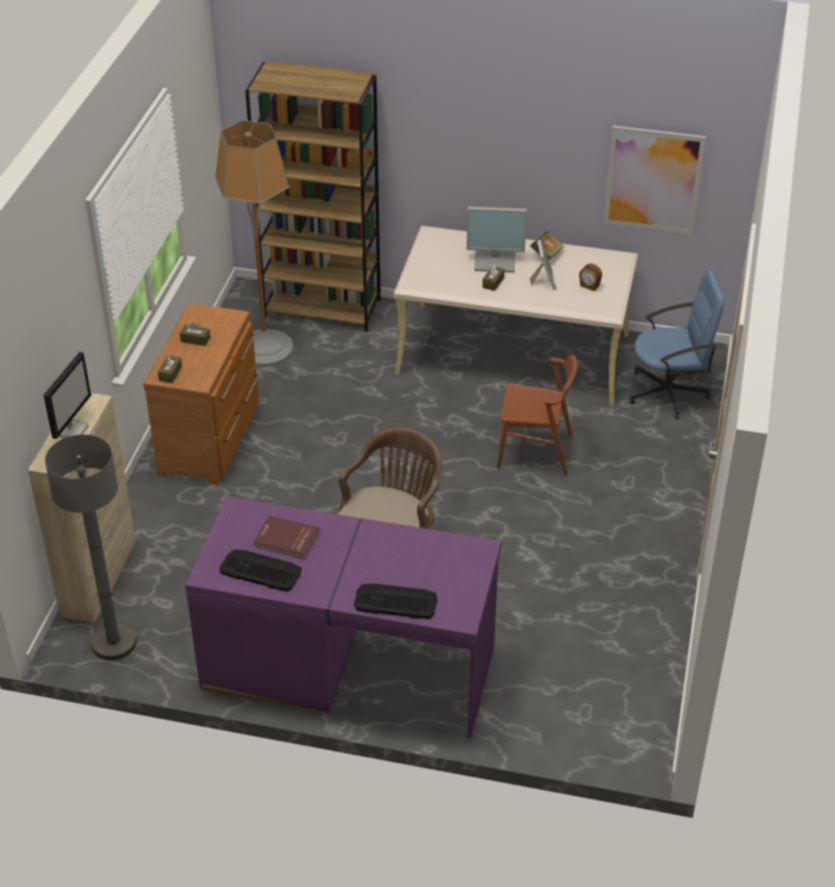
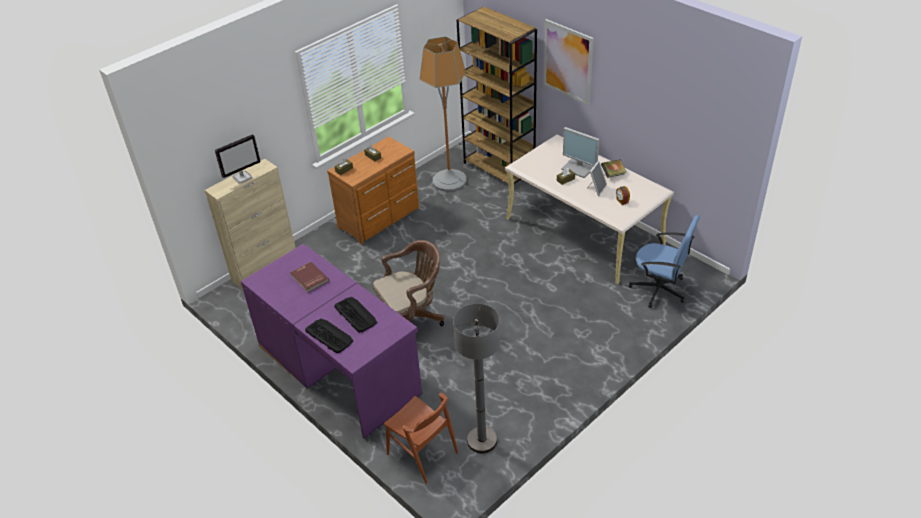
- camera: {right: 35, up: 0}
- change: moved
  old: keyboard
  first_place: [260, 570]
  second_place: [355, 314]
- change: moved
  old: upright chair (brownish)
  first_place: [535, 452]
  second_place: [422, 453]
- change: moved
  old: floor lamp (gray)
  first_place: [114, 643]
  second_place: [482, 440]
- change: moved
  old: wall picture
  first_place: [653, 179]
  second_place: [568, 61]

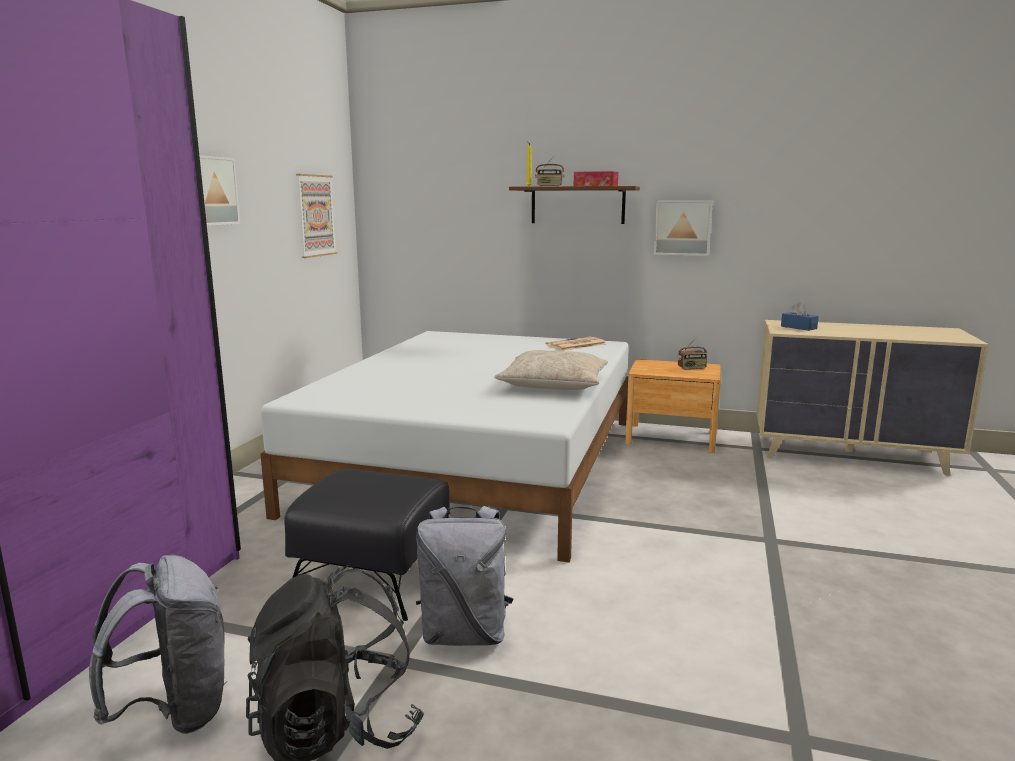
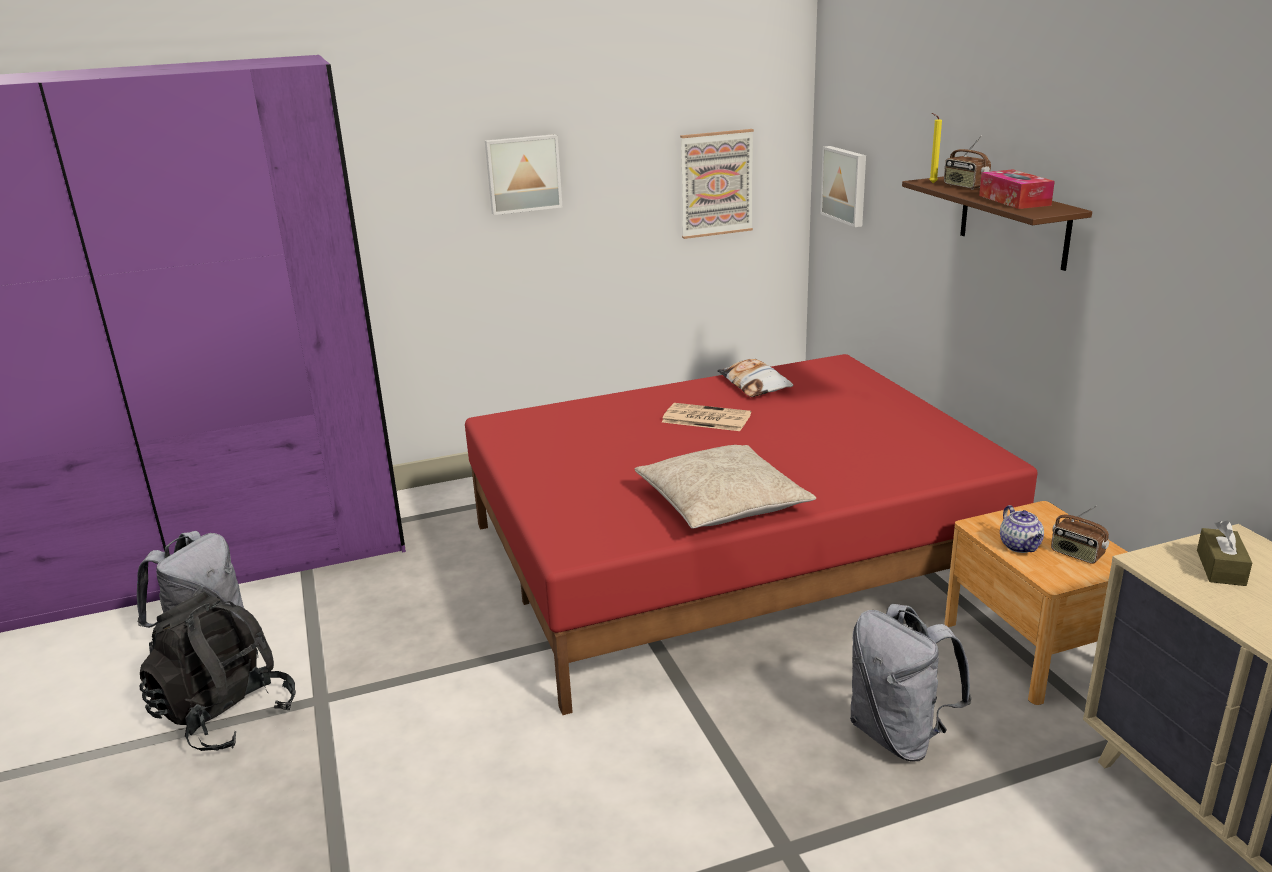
- camera: {right: 55, up: 10}
- change: recoloured
  old: sleeping bed (white)
  new: sleeping bed (red)
  first_place: [479, 463]
  second_place: [730, 557]
- change: moved
  old: printed paper
  first_place: [575, 345]
  second_place: [705, 418]
- change: added
  new: throw pillow
  second_place: [754, 384]
- change: moved
  old: wall picture
  first_place: [682, 227]
  second_place: [846, 185]
- change: moved
  old: backpack (gray)
  first_place: [465, 634]
  second_place: [899, 735]
- change: added
  new: teapot
  second_place: [1020, 546]
- change: recoloured
  old: tissue holder (bluish)
  new: tissue holder (brownish)
  first_place: [798, 327]
  second_place: [1220, 568]
- change: removed
  old: pouffe (black)
  first_place: [375, 576]

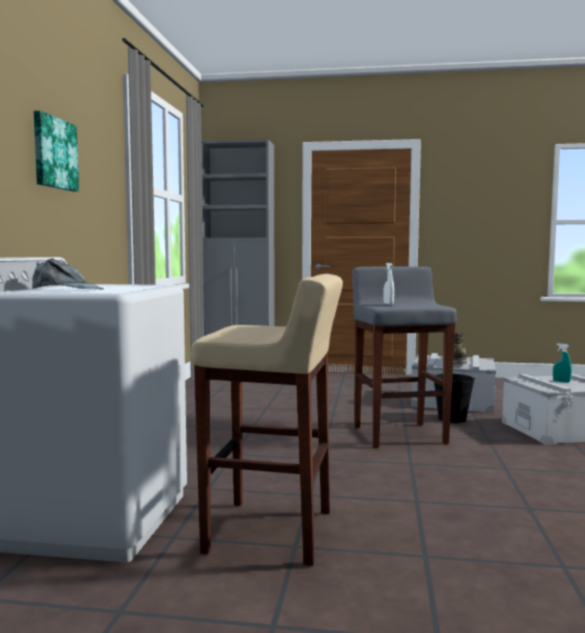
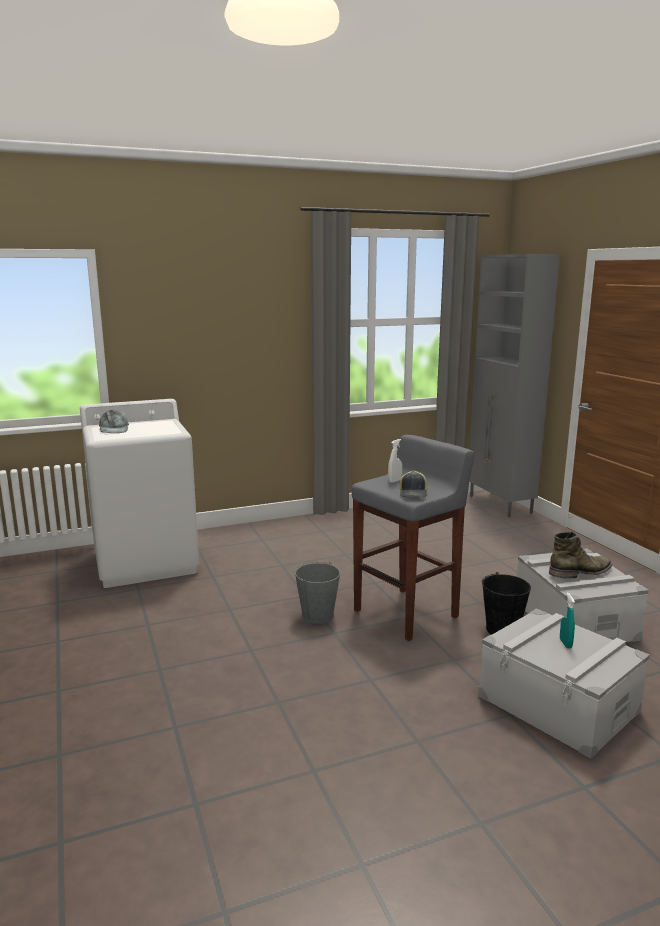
- camera: {right: 60, up: 10}
- change: added
  new: bucket (gray)
  second_place: [318, 616]
- change: added
  new: baseball cap
  second_place: [413, 493]
- change: removed
  old: wall picture
  first_place: [54, 153]
- change: removed
  old: stool (sand-coloured)
  first_place: [272, 532]

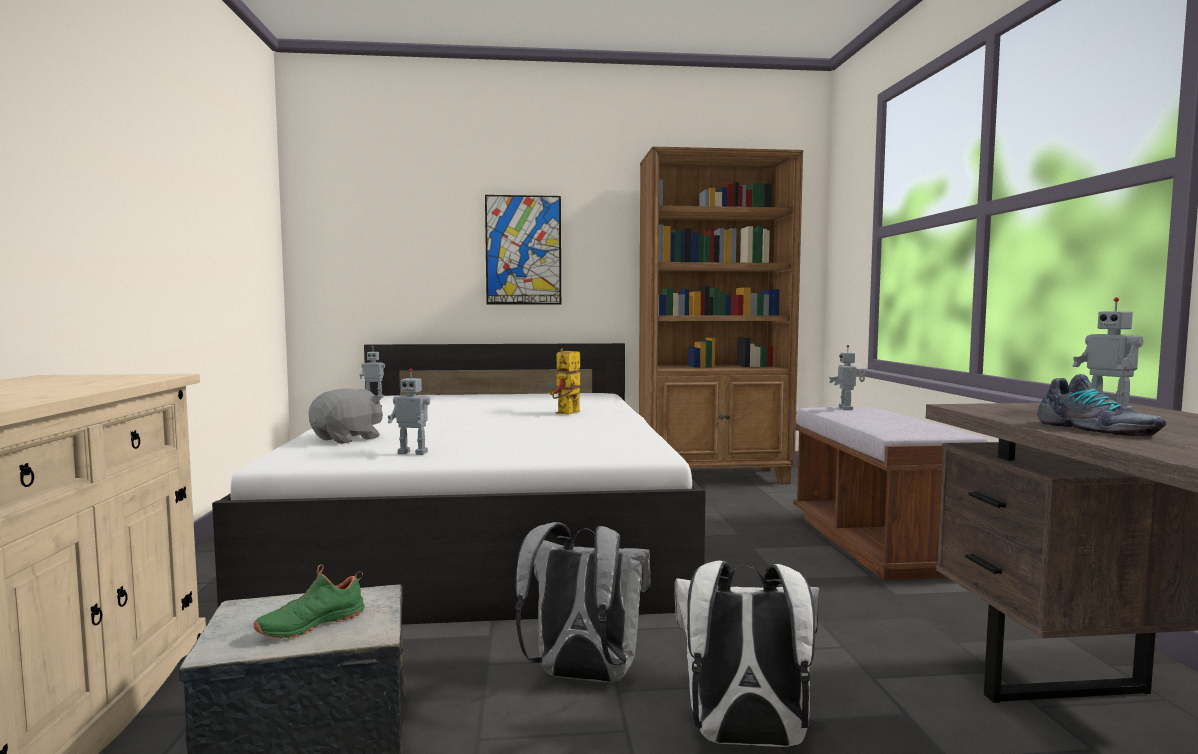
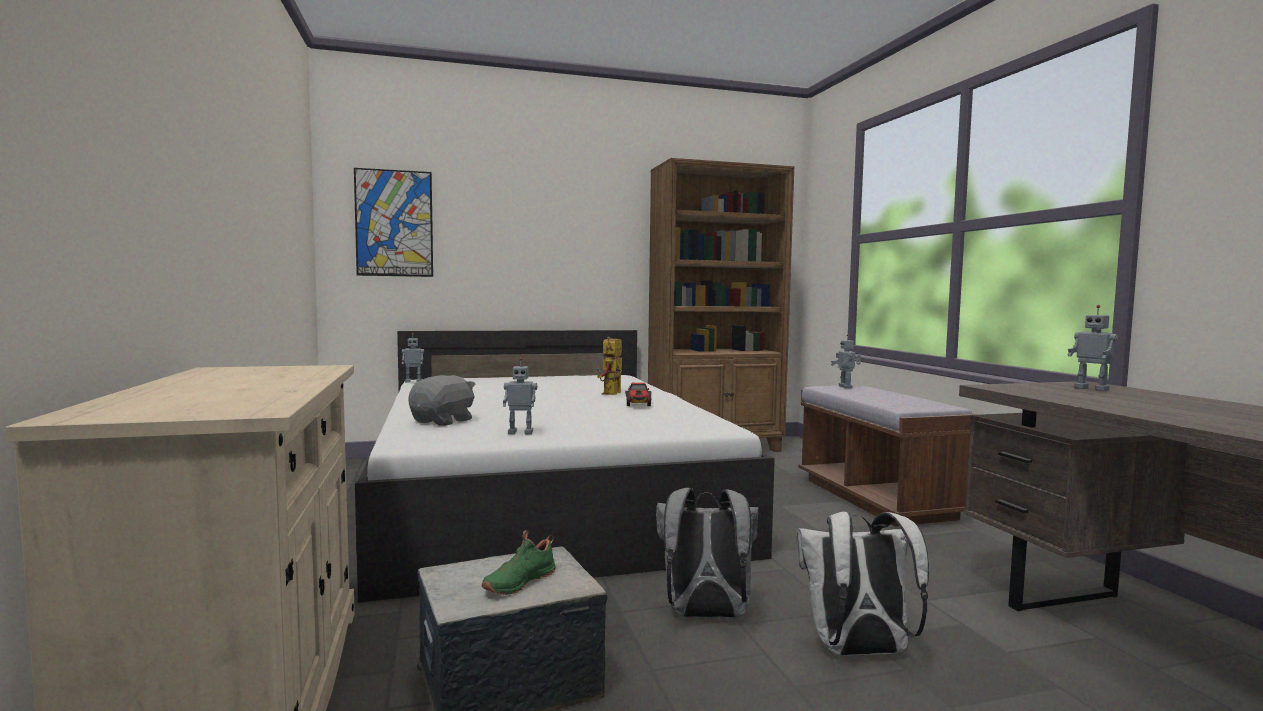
- camera: {right: -10, up: 0}
- change: moved
  old: wall picture
  first_place: [523, 250]
  second_place: [394, 223]
- change: added
  new: miniature car
  second_place: [638, 404]
- change: removed
  old: shoe
  first_place: [1095, 429]

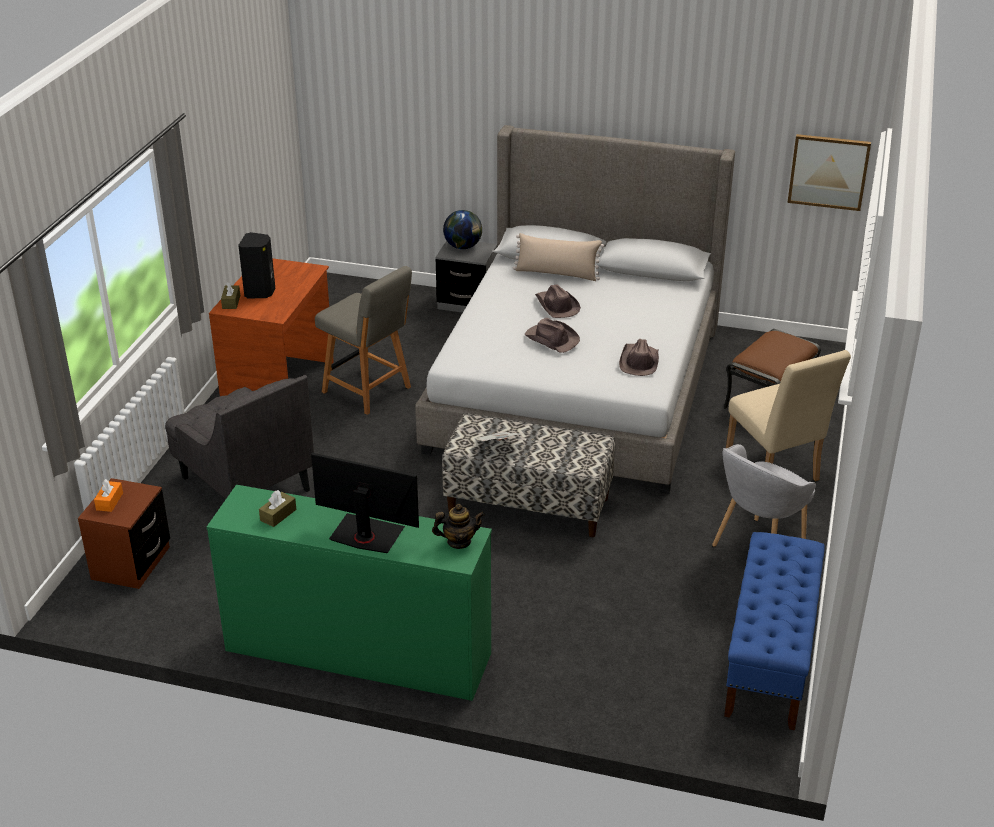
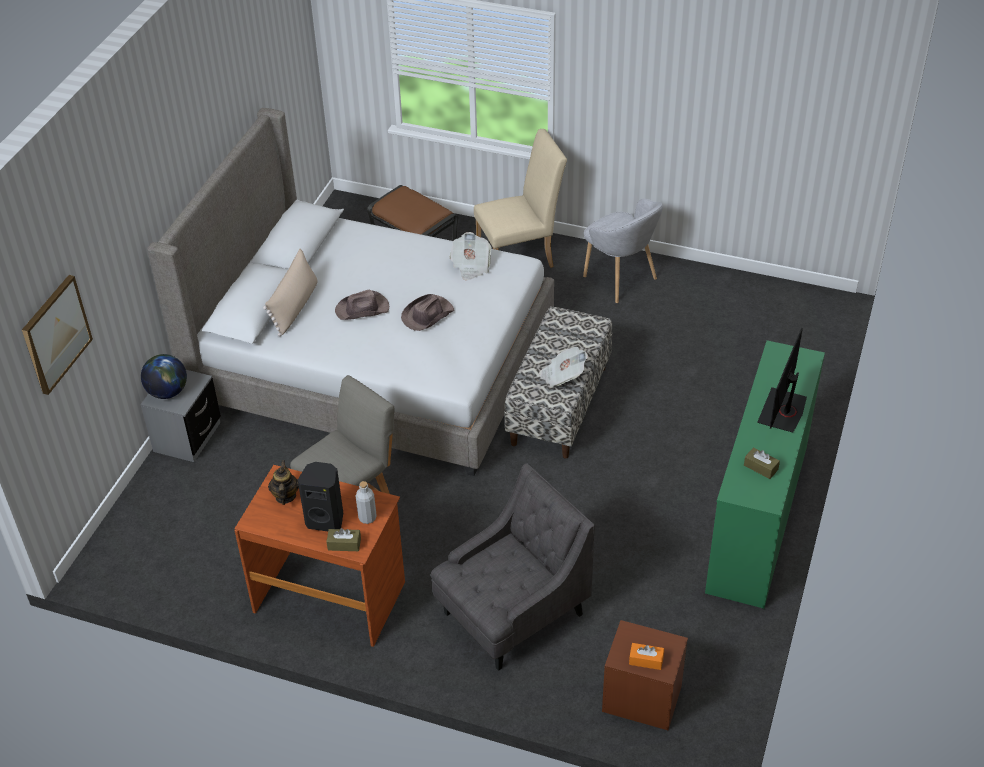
- camera: {right: -85, up: 10}
- change: moved
  old: wall picture
  first_place: [828, 171]
  second_place: [55, 334]
- change: moved
  old: teapot
  first_place: [459, 542]
  second_place: [285, 496]
- change: added
  new: drink bottle (gray)
  second_place: [367, 518]
- change: replaced
  old: hat (brownish)
  new: printed paper
  first_place: [639, 362]
  second_place: [471, 266]
- change: removed
  old: long seat (bluish)
  first_place: [769, 658]

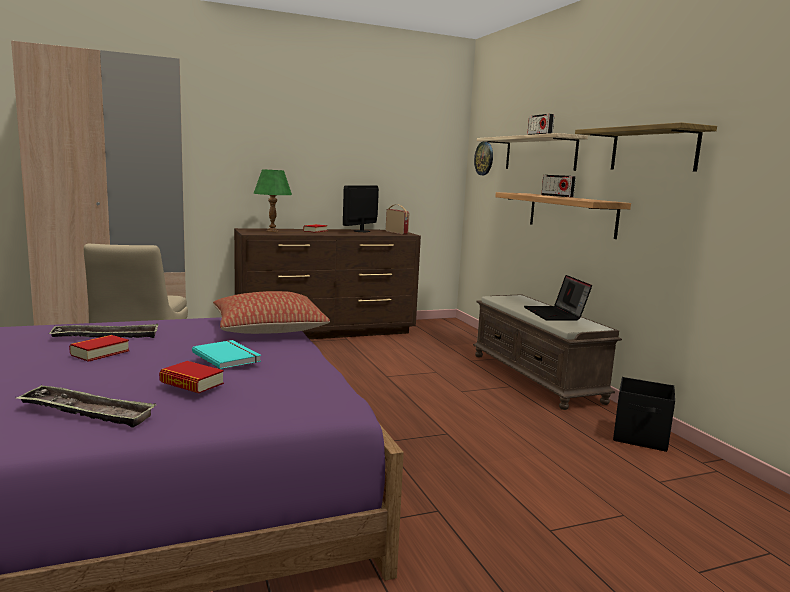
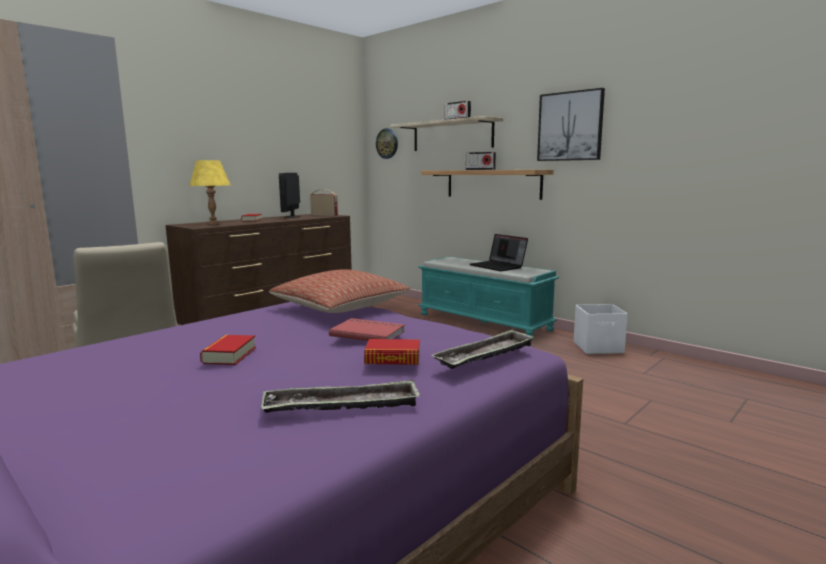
- camera: {right: -25, up: 0}
- change: recoloured
  old: tabletop lamp (green)
  new: tabletop lamp (yellow)
  first_place: [272, 231]
  second_place: [213, 224]
- change: recoloured
  old: book (blue-green)
  new: book (red)
  first_place: [228, 356]
  second_place: [368, 333]
- change: recoloured
  old: long seat (brownish)
  new: long seat (blue-green)
  first_place: [536, 378]
  second_place: [485, 322]
- change: moved
  old: serving tray
  first_place: [106, 337]
  second_place: [485, 355]
- change: replaced
  old: shelf
  new: wall picture
  first_place: [653, 150]
  second_place: [570, 126]
- change: recoloured
  old: storage bin (black)
  new: storage bin (white)
  first_place: [641, 437]
  second_place: [599, 347]

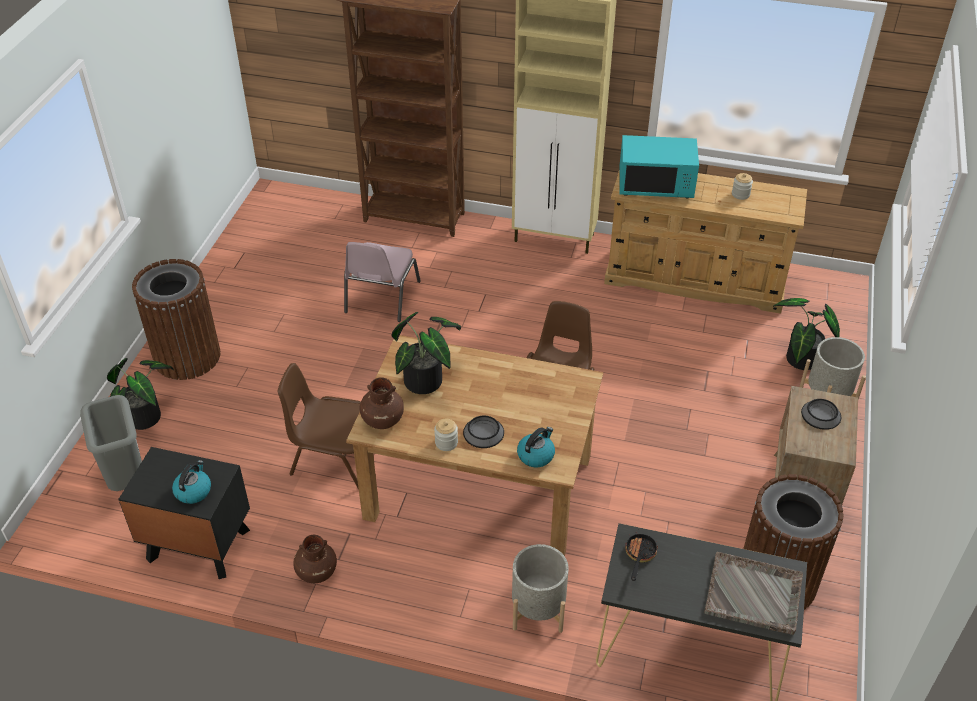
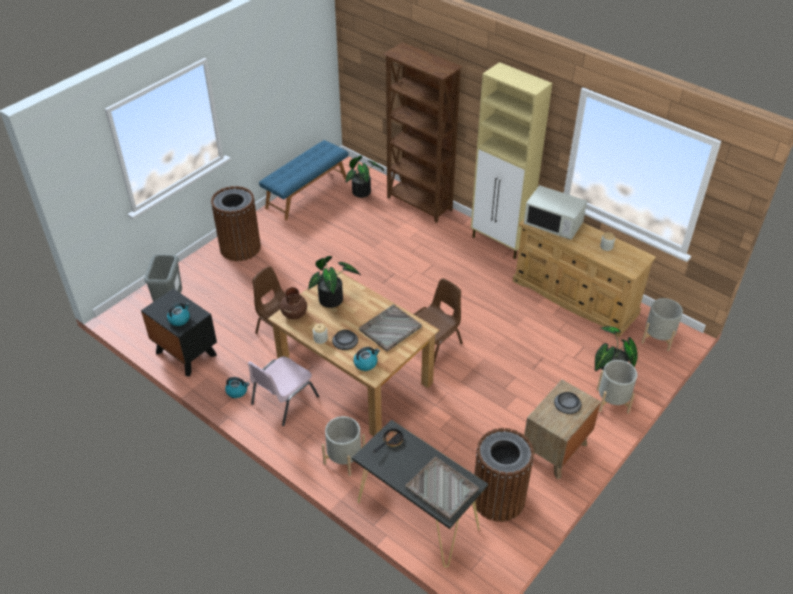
- camera: {right: 25, up: 0}
- change: replaced
  old: decorative vase (brownish)
  new: kettle
  first_place: [316, 572]
  second_place: [237, 391]
- change: moved
  old: upright chair (pink-coloured)
  first_place: [381, 297]
  second_place: [283, 400]
- change: added
  new: long seat (bluish)
  second_place: [306, 192]
- change: moved
  old: plant in a pot
  first_place: [148, 416]
  second_place: [364, 192]
- change: added
  new: serving tray (gray)
  second_place: [389, 329]
- change: recoloured
  old: kitchen microwave (blue-green)
  new: kitchen microwave (white)
  first_place: [656, 185]
  second_place: [553, 224]
- change: added
  new: planter (gray)
  second_place: [658, 338]

